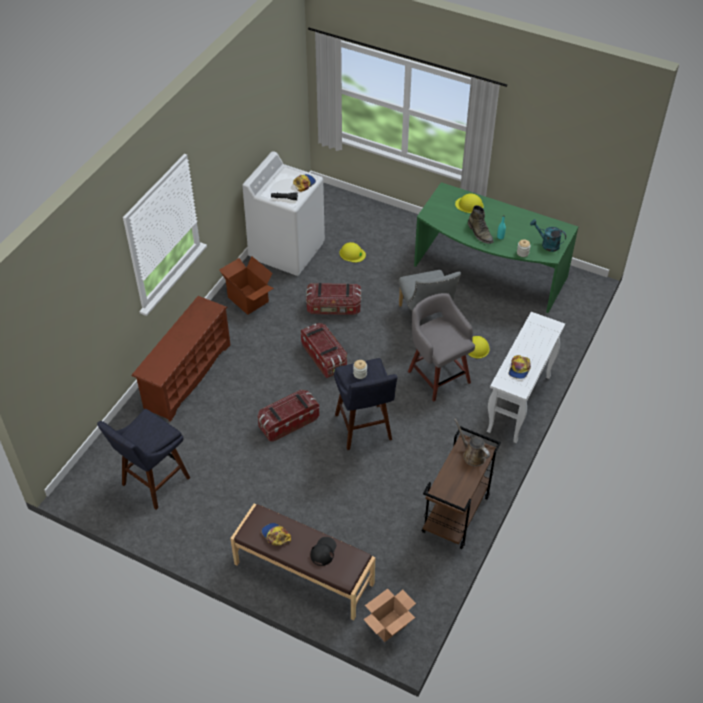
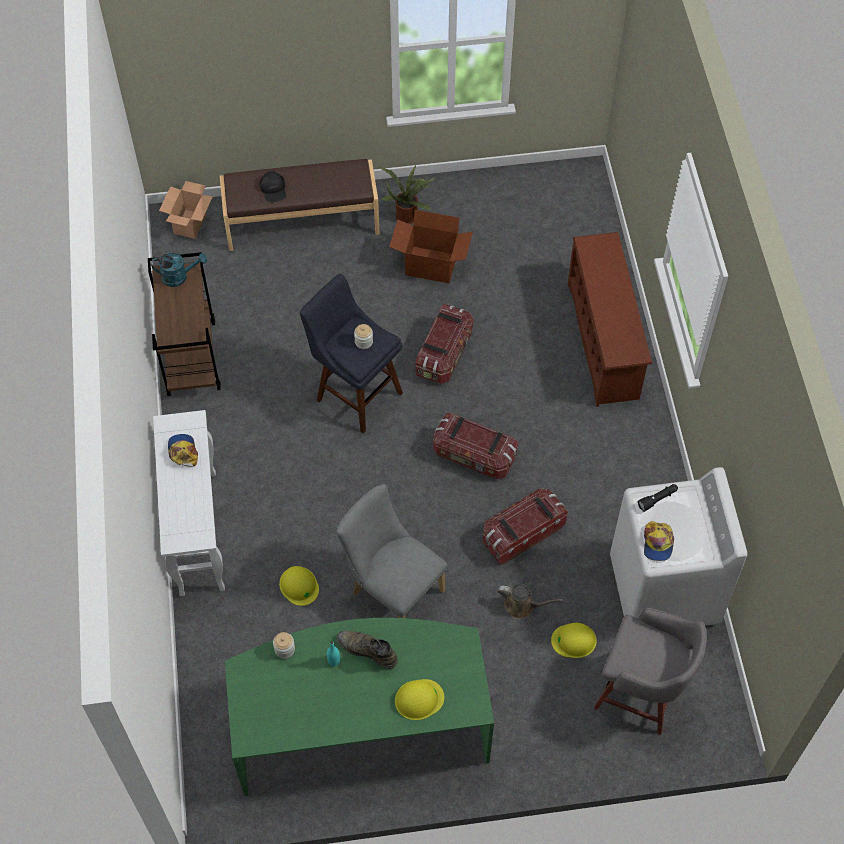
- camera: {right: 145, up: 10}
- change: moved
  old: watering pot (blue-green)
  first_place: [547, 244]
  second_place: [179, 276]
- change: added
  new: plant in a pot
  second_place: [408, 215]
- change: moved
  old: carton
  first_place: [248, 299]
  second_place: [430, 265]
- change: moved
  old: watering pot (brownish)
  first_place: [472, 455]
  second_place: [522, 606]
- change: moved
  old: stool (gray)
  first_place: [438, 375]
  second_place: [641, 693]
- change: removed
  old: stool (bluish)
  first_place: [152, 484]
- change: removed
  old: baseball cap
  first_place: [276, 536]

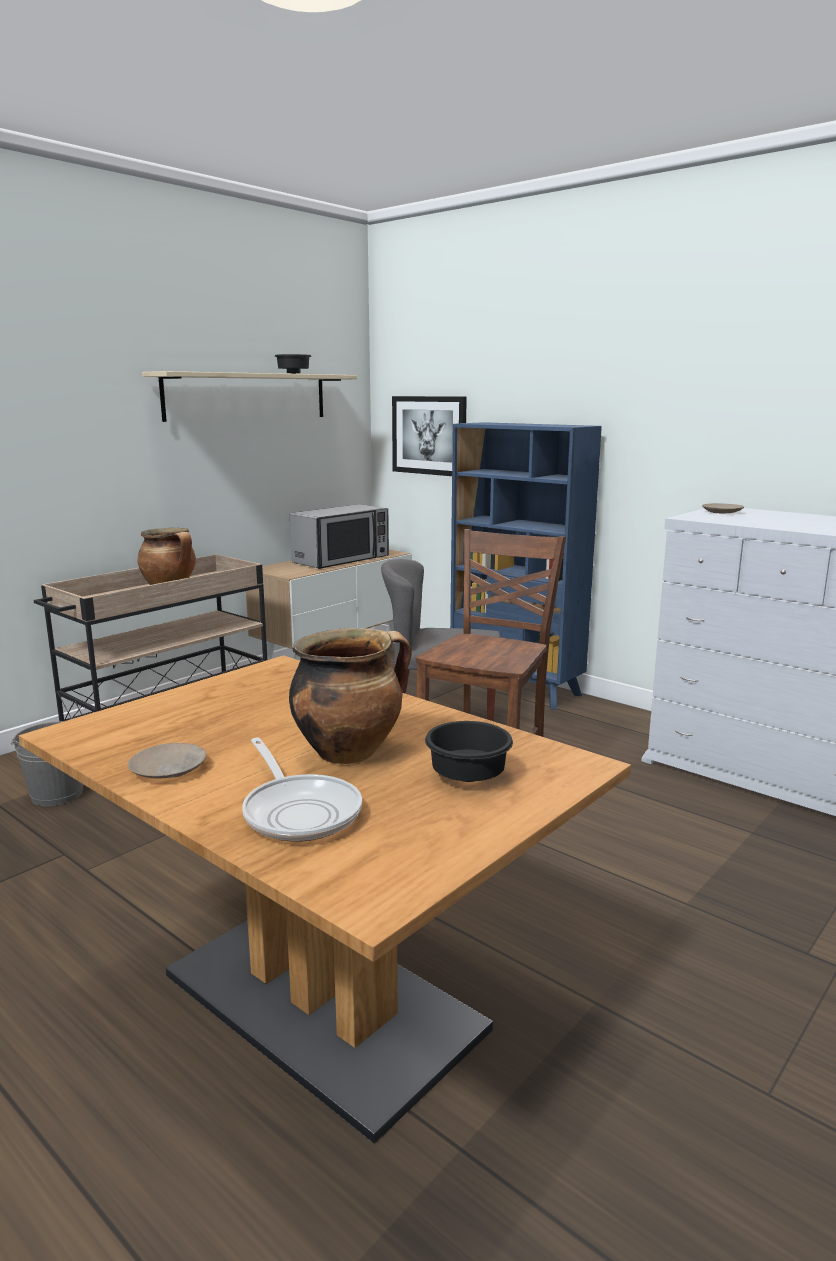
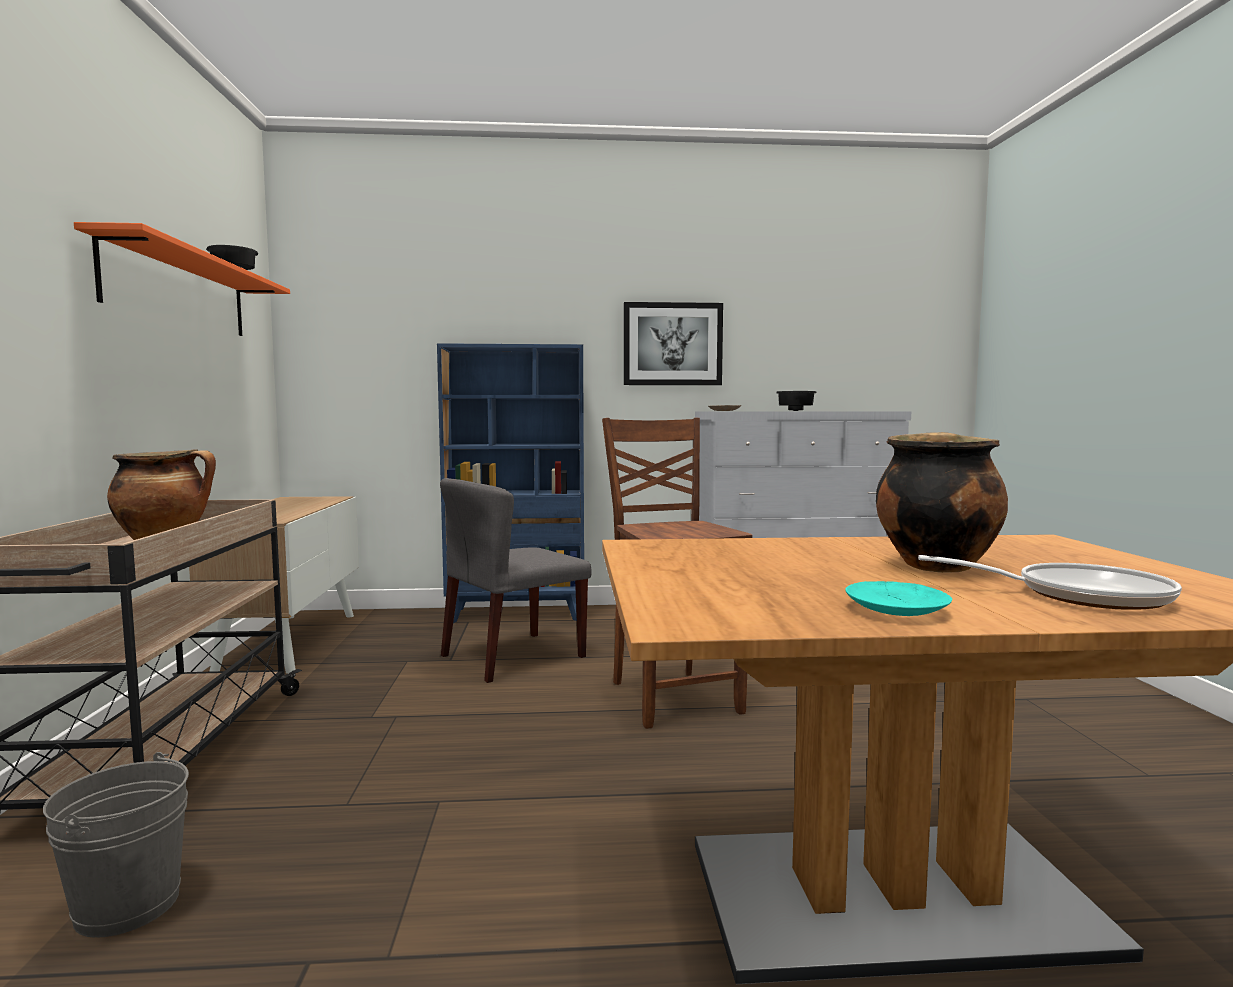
- camera: {right: -45, up: -10}
- change: recoloured
  old: shelf (sand-coloured)
  new: shelf (orange)
  first_place: [248, 396]
  second_place: [179, 292]
- change: moved
  old: wall picture
  first_place: [429, 435]
  second_place: [672, 344]
- change: moved
  old: deep dish (black)
  first_place: [466, 777]
  second_place: [796, 410]
- change: recoloured
  old: dinner plate (sand-coloured)
  new: dinner plate (blue-green)
  first_place: [169, 769]
  second_place: [897, 609]
- change: removed
  old: kitchen microwave
  first_place: [342, 560]

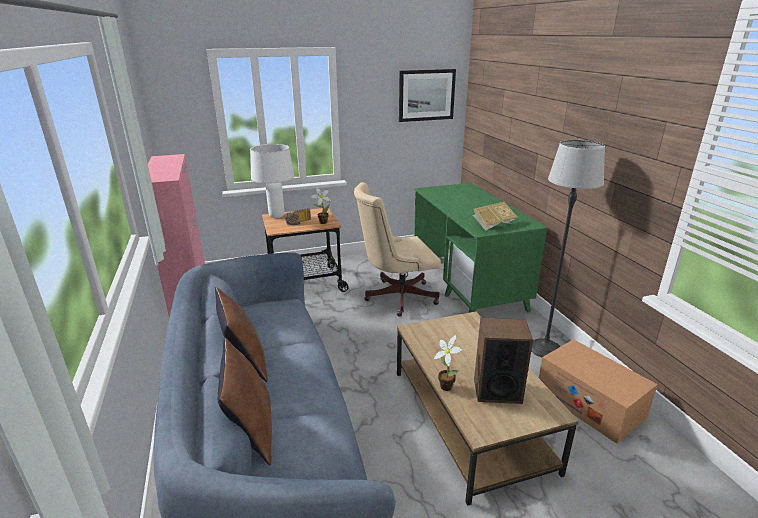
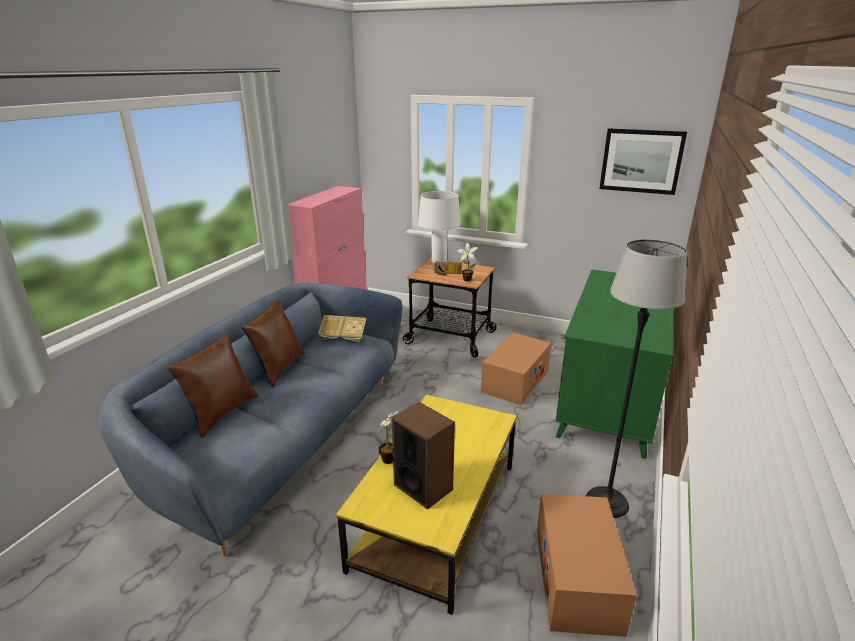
- camera: {right: 40, up: 0}
- change: moved
  old: book
  first_place: [493, 224]
  second_place: [343, 337]
- change: recoloured
  old: low table (brownish)
  new: low table (yellow)
  first_place: [468, 417]
  second_place: [437, 513]
- change: replaced
  old: computer chair (sand-coloured)
  new: carton
  first_place: [396, 297]
  second_place: [515, 381]

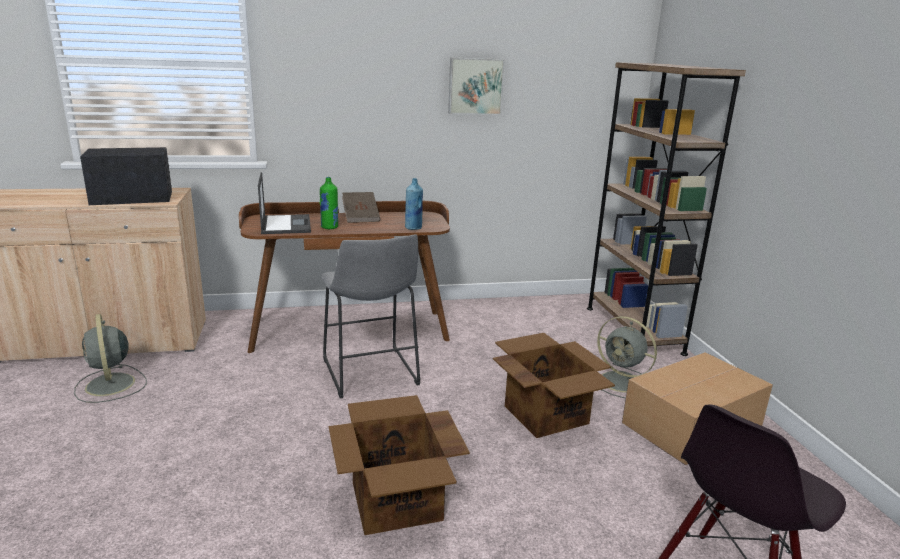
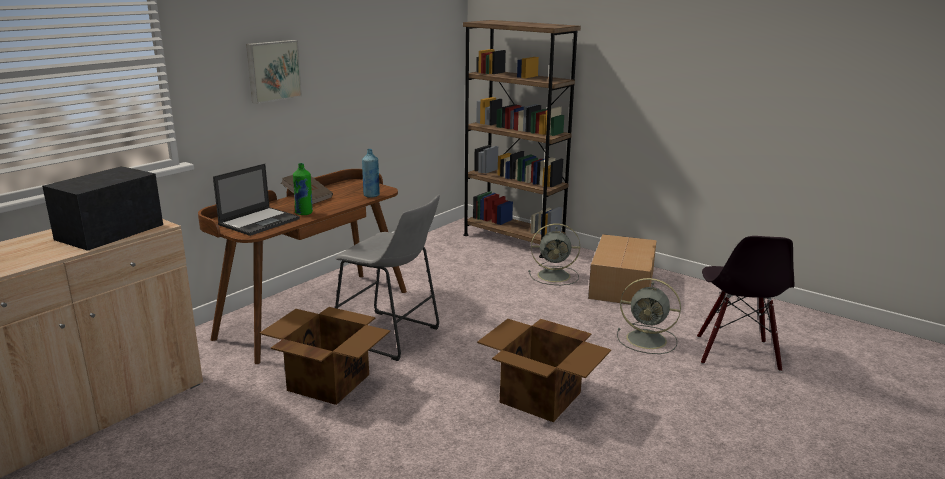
- camera: {right: -40, up: 0}
- change: turned
  old: laptop
  first_place: [285, 224]
  second_place: [260, 221]
  degrees: 90
- change: moved
  old: wall picture
  first_place: [475, 86]
  second_place: [273, 70]
- change: moved
  old: carton
  first_place: [545, 414]
  second_place: [328, 382]
- change: moved
  old: fan (gray)
  first_place: [110, 385]
  second_place: [648, 340]

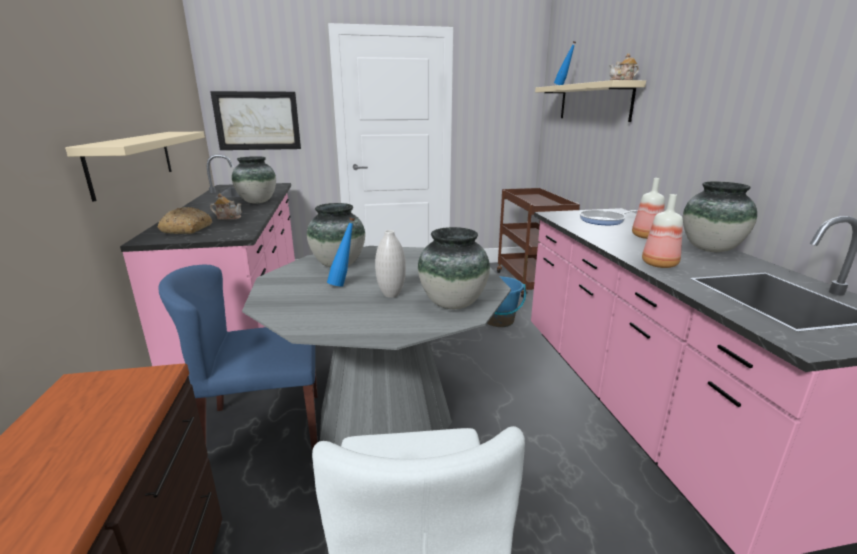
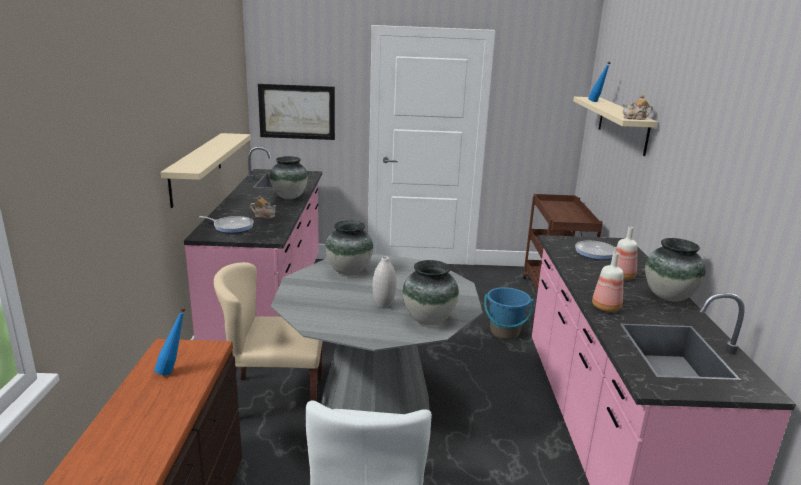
- camera: {right: 10, up: 0}
- change: moved
  old: drink bottle (bluish)
  first_place: [343, 284]
  second_place: [173, 371]
- change: replaced
  old: bread
  new: skillet
  first_place: [187, 229]
  second_place: [231, 227]
- change: recoloured
  old: upright chair (bluish)
  new: upright chair (sand-coloured)
  first_place: [263, 428]
  second_place: [275, 398]

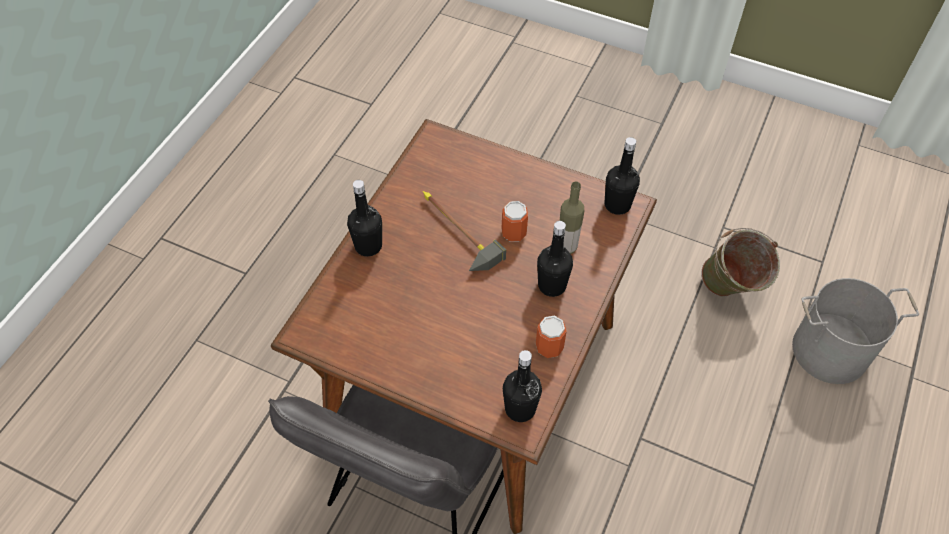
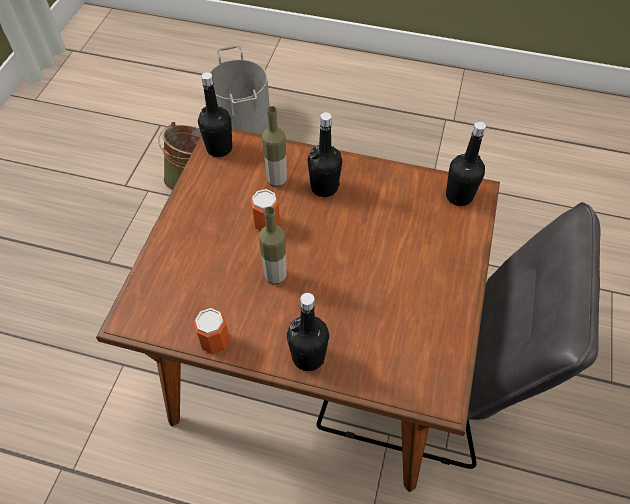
- camera: {right: -100, up: 0}
- change: moved
  old: metal can
  first_place: [549, 347]
  second_place: [215, 341]
- change: replaced
  old: hand hammer
  new: drink bottle
  first_place: [453, 233]
  second_place: [275, 276]

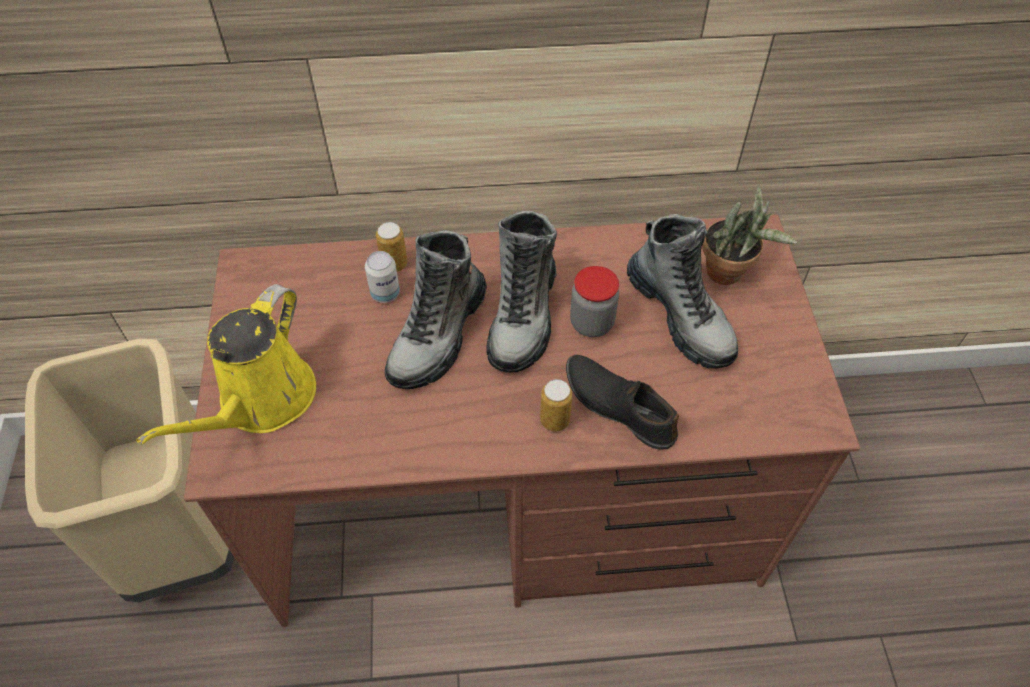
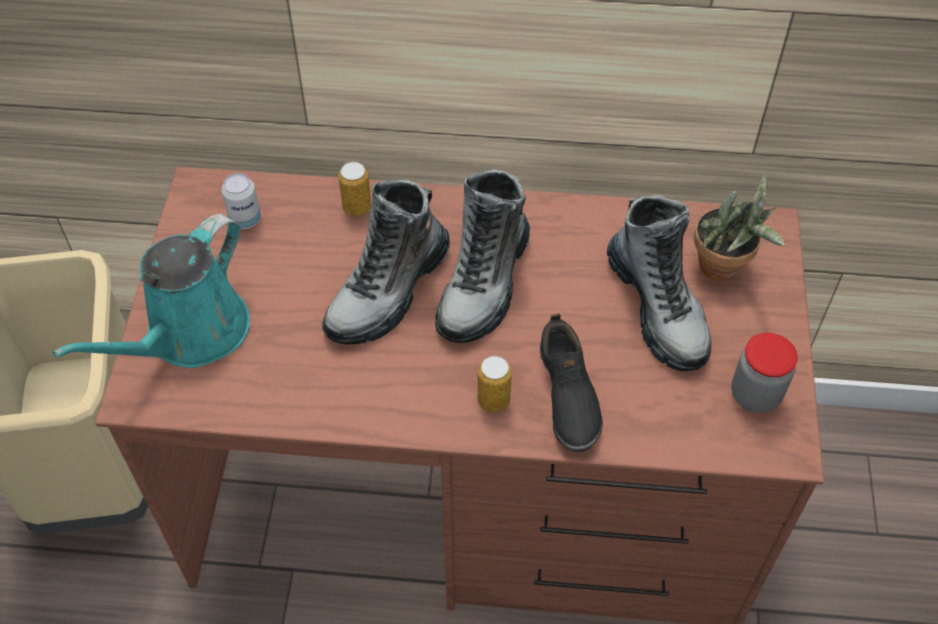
- camera: {right: 10, up: 0}
- change: recoloured
  old: watering pot (yellow)
  new: watering pot (blue-green)
  first_place: [261, 401]
  second_place: [190, 334]
- change: moved
  old: metal can
  first_place: [385, 293]
  second_place: [245, 219]
- change: turned
  old: shoe (black)
  first_place: [619, 405]
  second_place: [567, 395]
  degrees: -150
- change: moved
  old: preserve jar
  first_place: [591, 323]
  second_place: [755, 395]

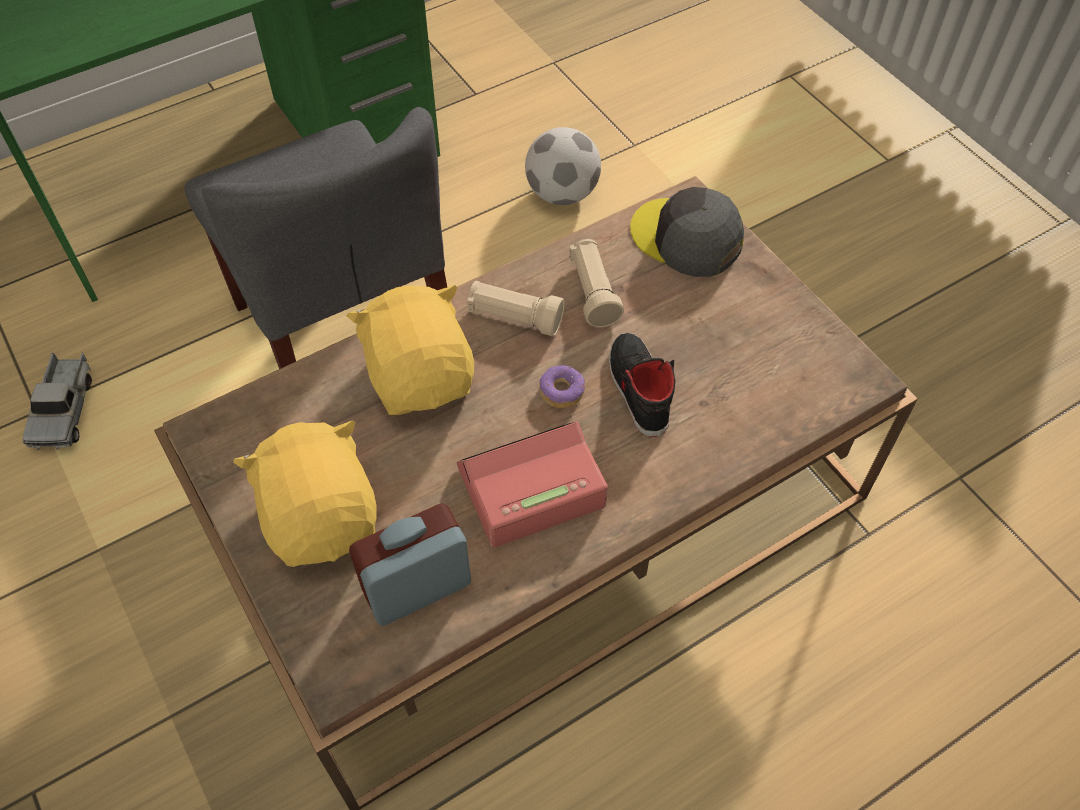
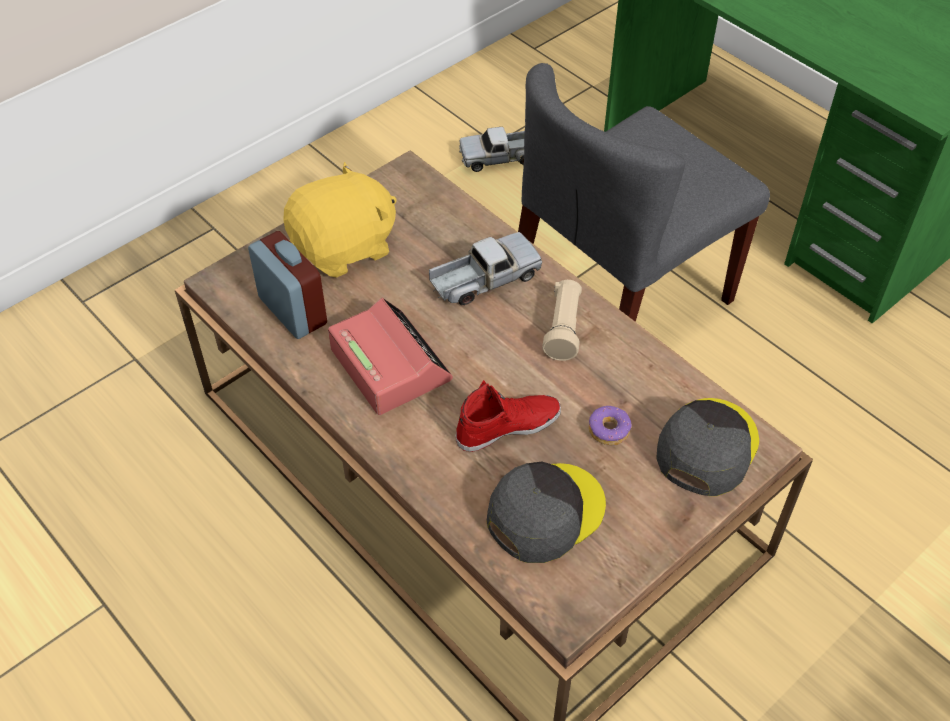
- camera: {right: 80, up: -5}
- change: replaced
  old: soft toy (yellow)
  new: toy truck
  first_place: [421, 376]
  second_place: [484, 279]
- change: recoloured
  old: shoe (black)
  new: shoe (red)
  first_place: [637, 388]
  second_place: [507, 426]
- change: added
  new: baseball cap (gray)
  second_place: [544, 512]
- change: moved
  old: doughnut
  first_place: [561, 391]
  second_place: [609, 430]
- change: removed
  old: football
  first_place: [562, 193]
- change: removed
  old: torch (sand-coloured)
  first_place: [593, 292]

